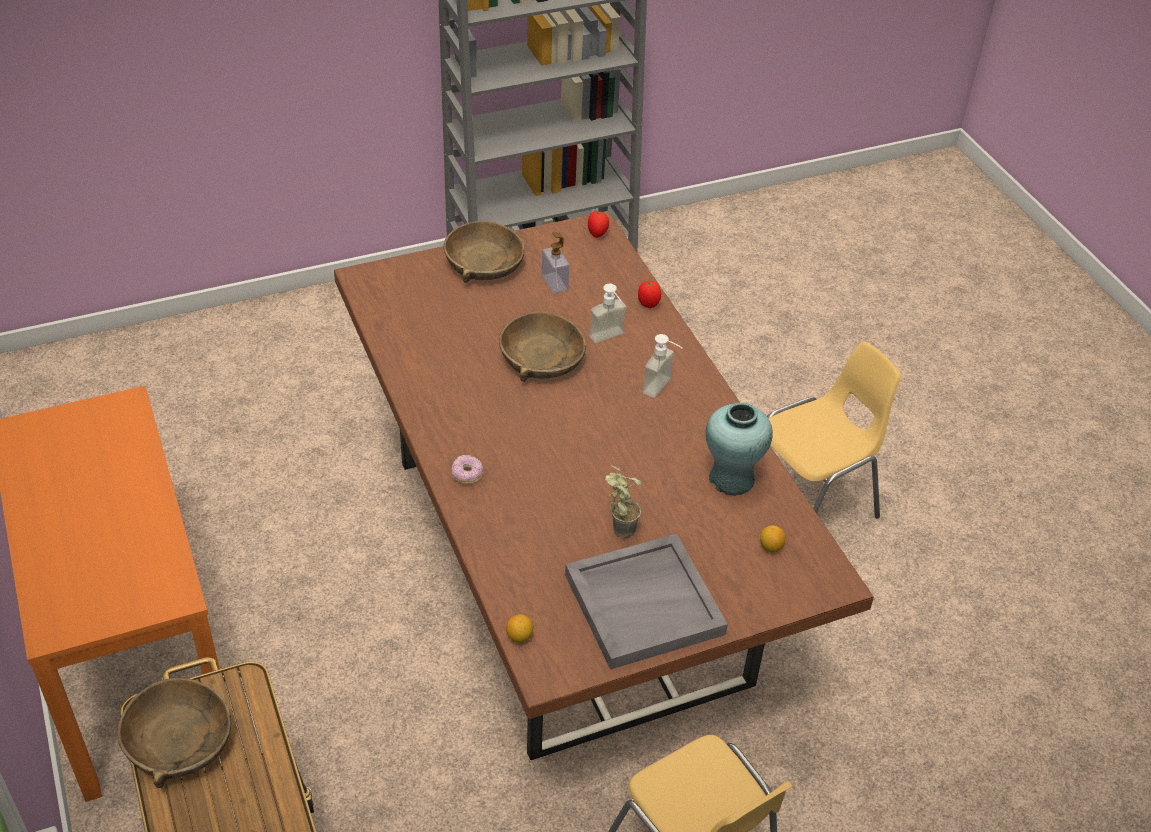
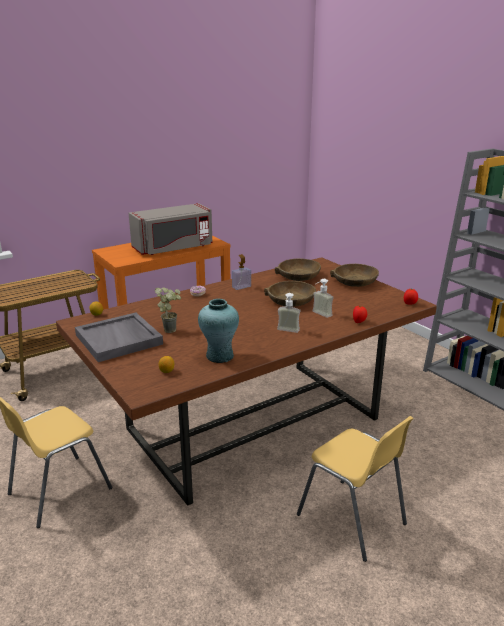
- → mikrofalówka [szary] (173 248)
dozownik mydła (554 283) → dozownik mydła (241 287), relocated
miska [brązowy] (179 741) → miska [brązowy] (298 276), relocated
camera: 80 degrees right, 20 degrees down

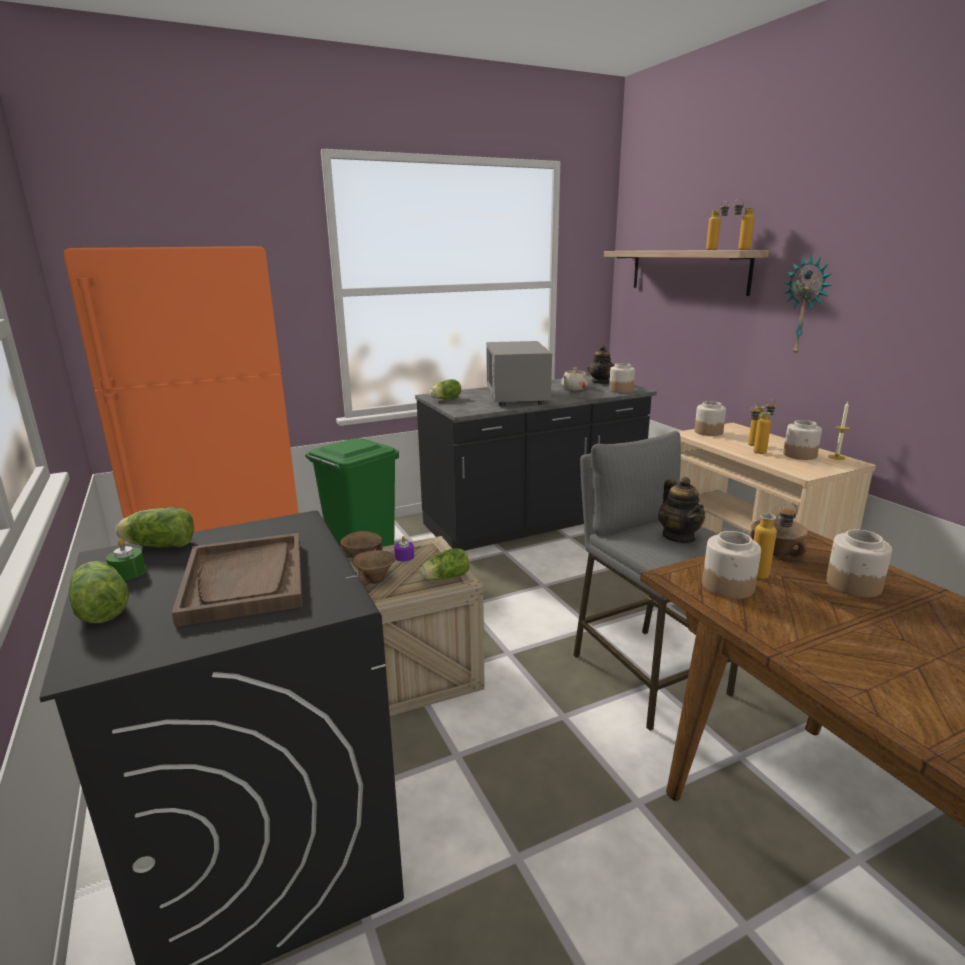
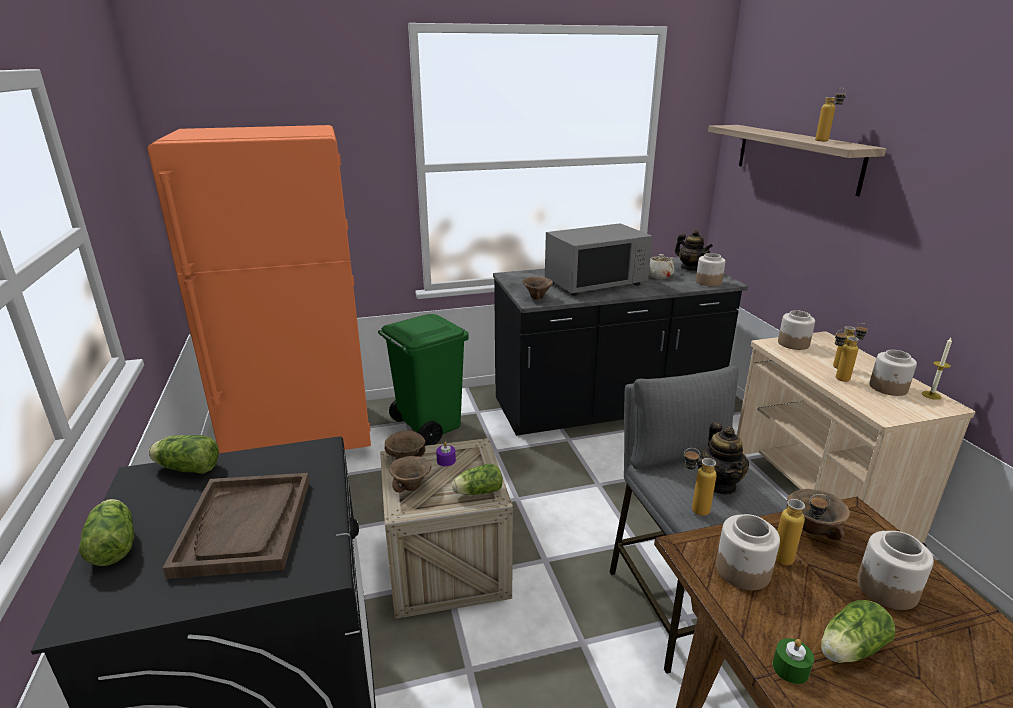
- → miska [brązowy] (536 297)
mikrofalówka [szary] (517 396) → mikrofalówka [szary] (595 283), 120 degrees counterclockwise
imbryk (601 382) → imbryk (690 268), 60 degrees counterclockwise
butelka (739 249) → butelka (692 509), relocated
świeca [zielony] (128 573) → świeca [zielony] (790 668), relocated
sałata (444 399) → sałata (848 649), relocated
zegar ścienny (806 306) → -
camera: 10 degrees right, 5 degrees up

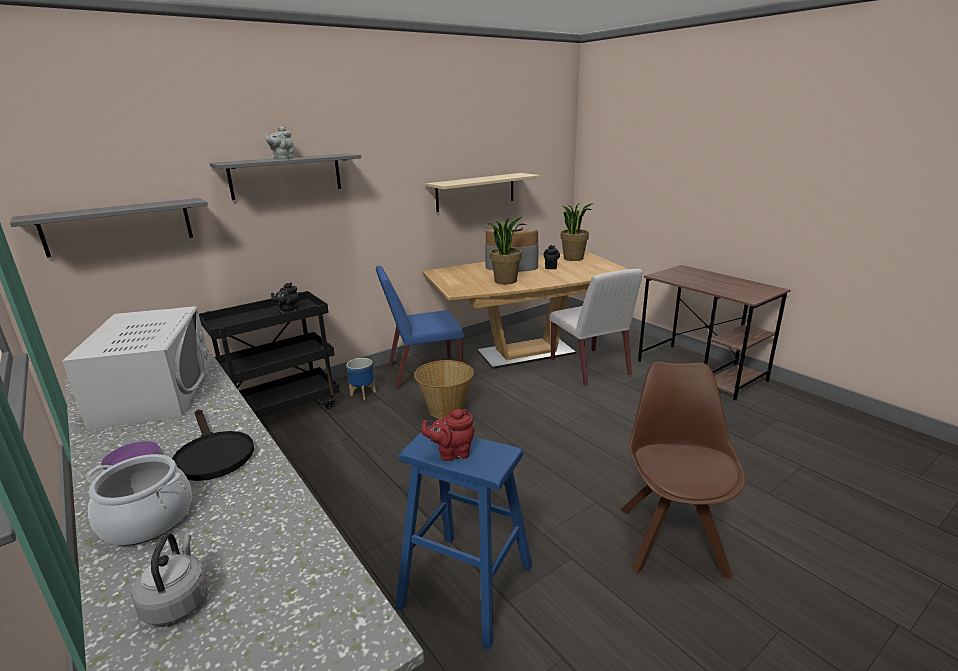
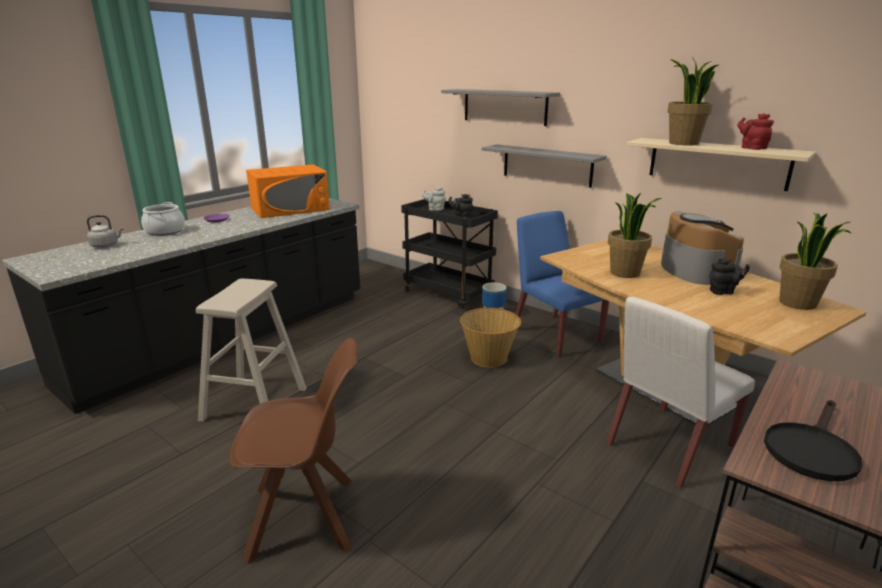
stołek [niebieski] (466 586) → stołek [beżowy] (255 403)
mikrofalówka [biały] (155 391) → mikrofalówka [pomarańczowy] (290 208)
imbryk [szary] (282 158) → imbryk [szary] (435 209), relocated
półka [szary] (119 226) → półka [szary] (547 165), relocated
- → roślina doniczkowa (683 143)
imbryk [czerwony] (452 453) → imbryk [czerwony] (751 148), relocated
patelnia [czarny] (212 454) → patelnia [czarny] (811 449), relocated
camera: 75 degrees right, 0 degrees up

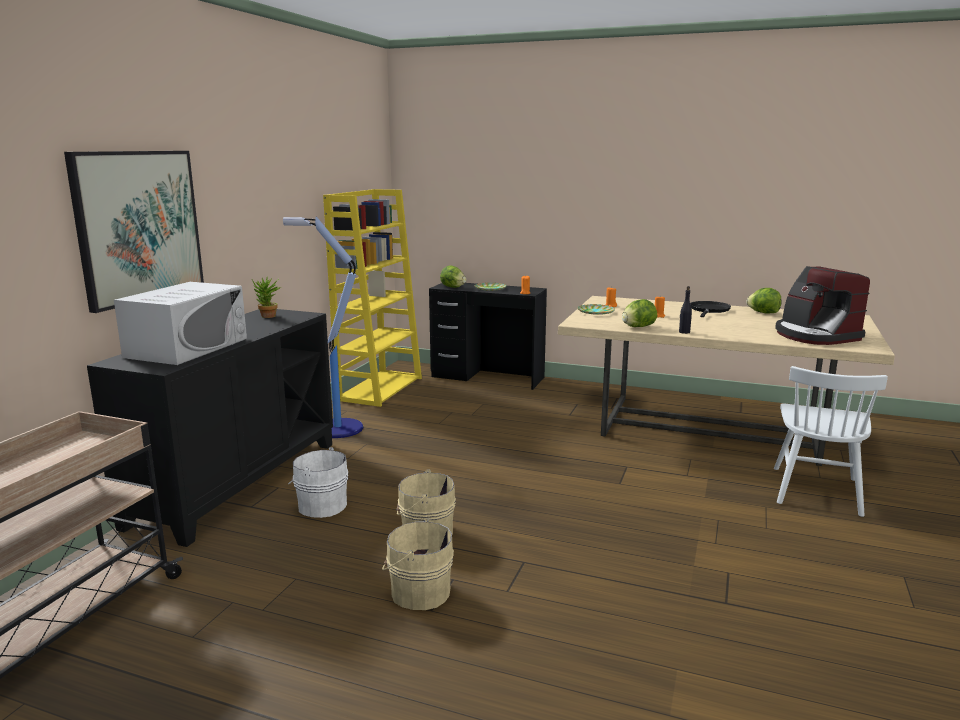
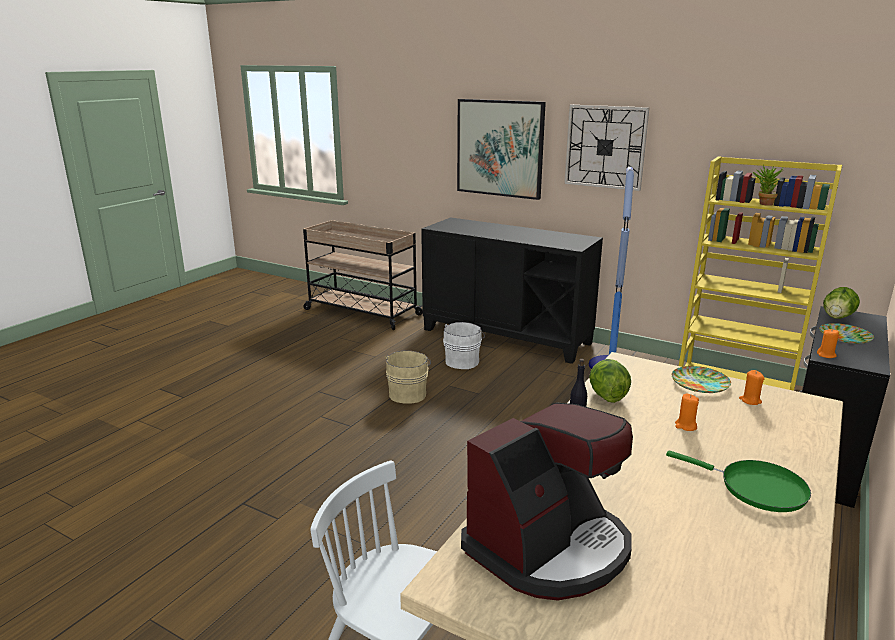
ekspres do kawy (815 335) → ekspres do kawy (549 547), 150 degrees clockwise
- → zegar ścienny (605 147)
patelnia [czarny] (709 310) → patelnia [zielony] (756 488)
roślina doniczkowa (268 317) → roślina doniczkowa (763 204), relocated
mikrofalówka [biały] (187 348) → -
wiadro [beżowy] (418 592) → -
sałata (763 313) → -
camera: 100 degrees right, 5 degrees up

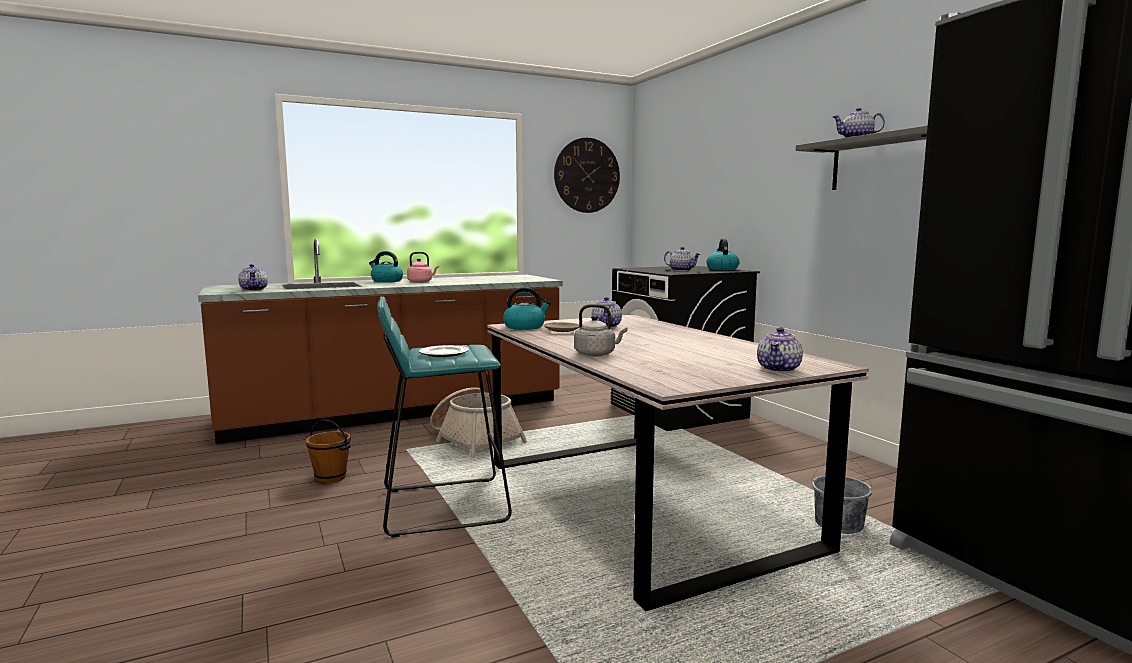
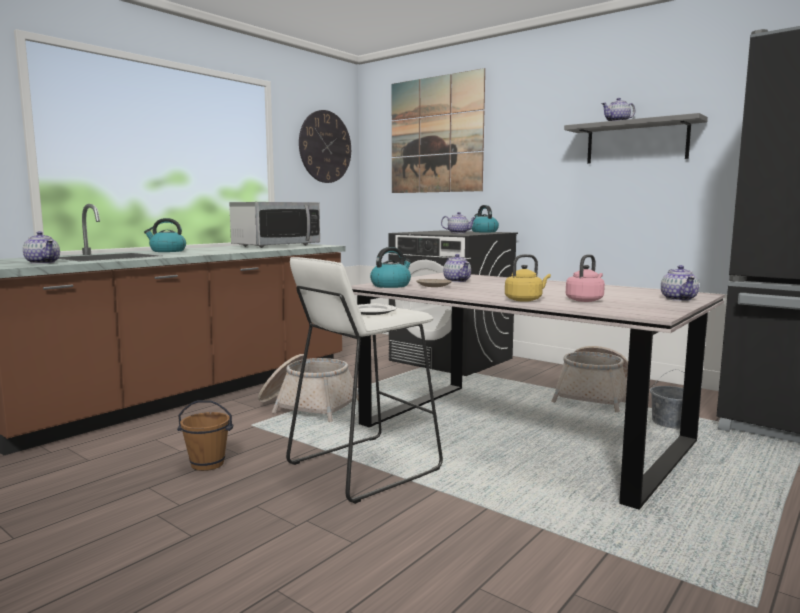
- → mikrofalówka (276 245)
stołek [turkusowy] (443 506) → stołek [biały] (362 467)
- → obraz (436 135)
czajnik [szary] (597 354) → czajnik [żółty] (525 300)
- → koszyk (594 396)
czajnik [różowy] (421 282) → czajnik [różowy] (585 300), relocated
camera: 25 degrees left, 0 degrees up

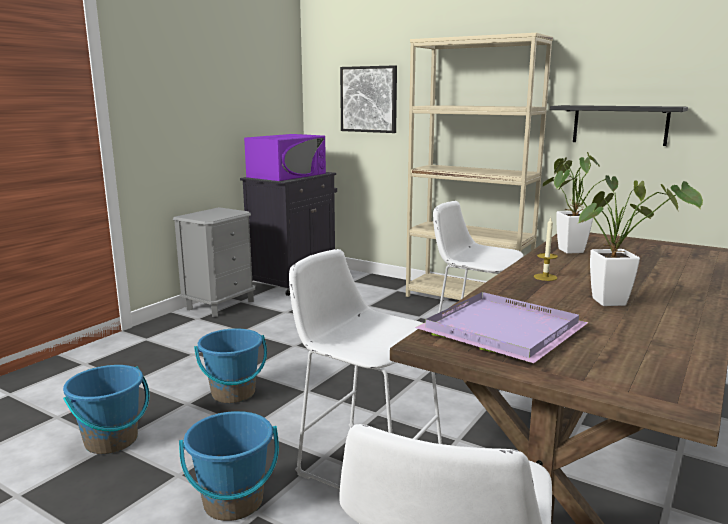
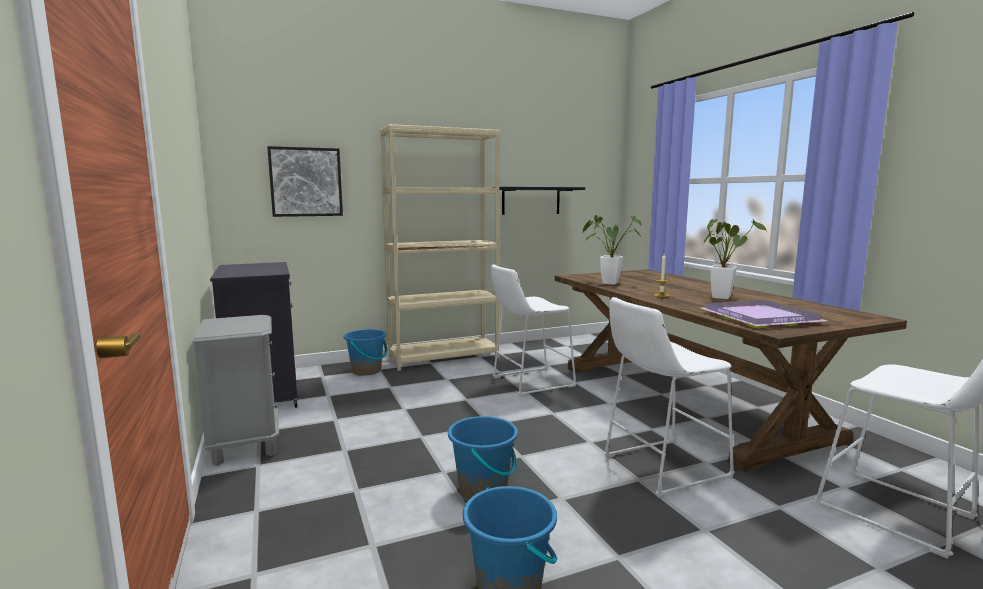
wiadro [niebieski] (233 502) → wiadro [niebieski] (366 371), relocated
mikrofalówka [fioletowy] (287 175) → -
camera: 55 degrees left, 5 degrees down

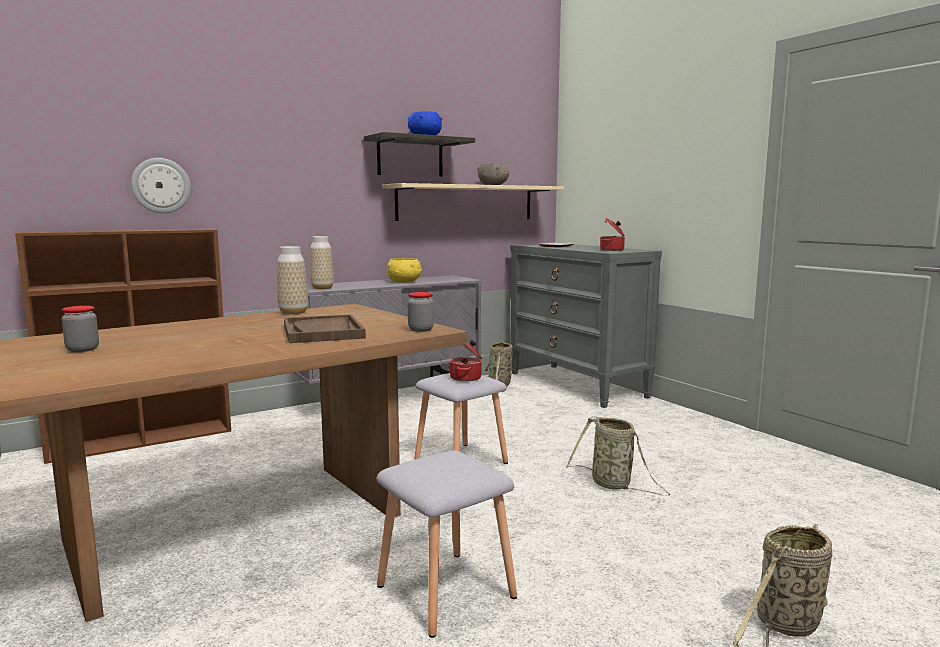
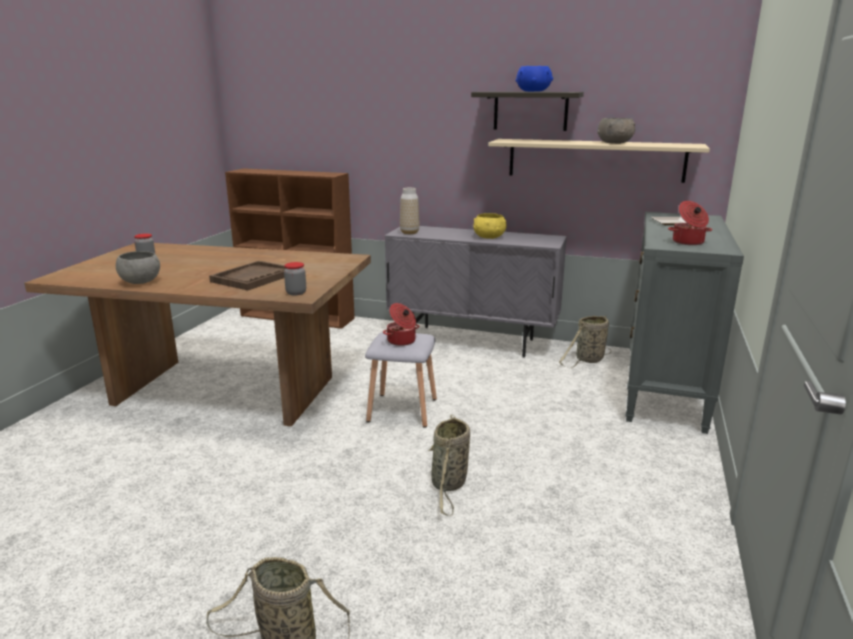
- → miska [szary] (141 282)
zegar ścienny (161 185) → -
wazon (293 313) → -
stołek [szary] (444 592) → -
camera: 50 degrees right, 10 degrees up

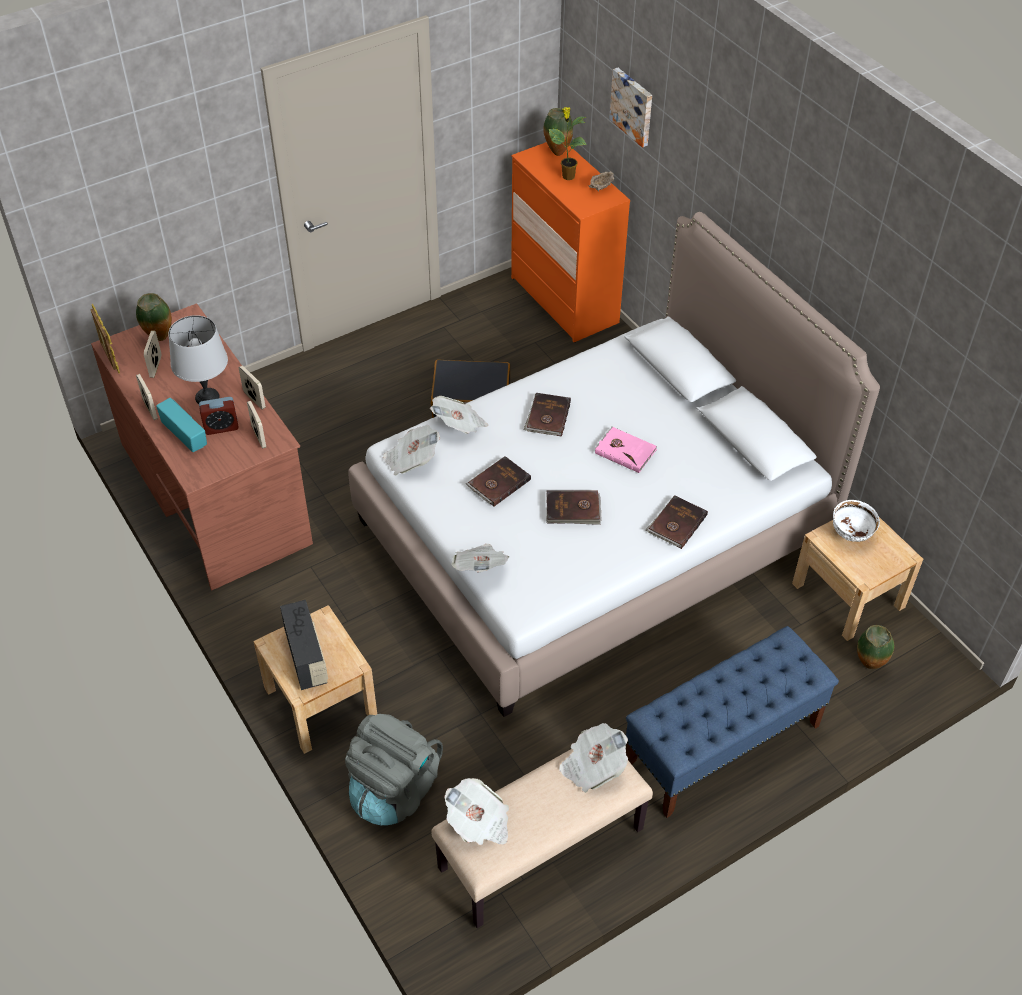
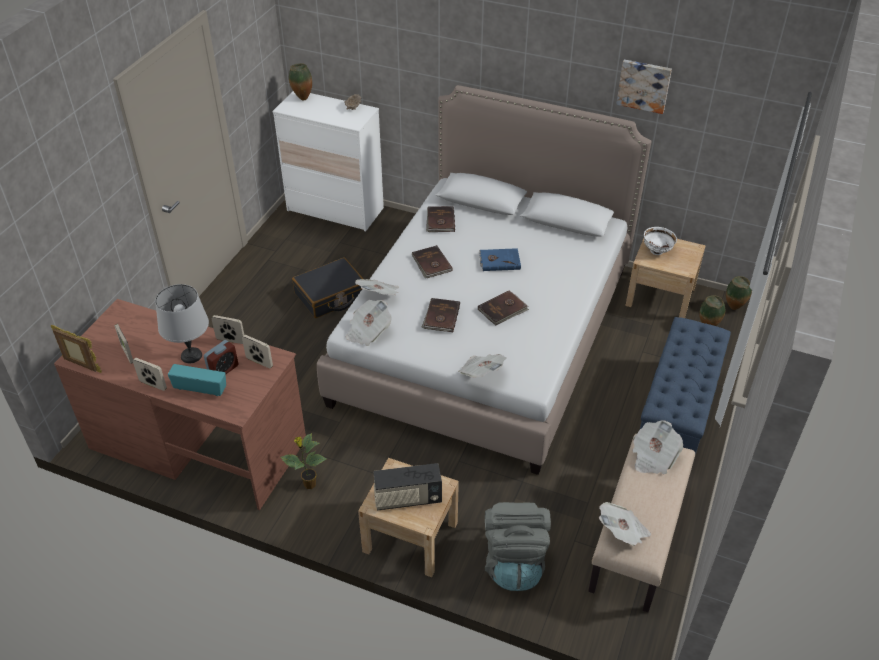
komoda [pomarańczowy] (564 300) → komoda [biały] (335 210)
roślina doniczkowa (567 176) → roślina doniczkowa (309 485), relocated
radio (307 657) → radio (407 499), 135 degrees clockwise
książka [brązowy] (676 524) → książka [brązowy] (440 221), relocated
książka [różowy] (625 451) → książka [niebieski] (499 261)
obraz (633 106) → obraz (644 85), relocated
wazon (160 339) → wazon (734 308), relocated
camera: 35 degrees left, 5 degrees down

